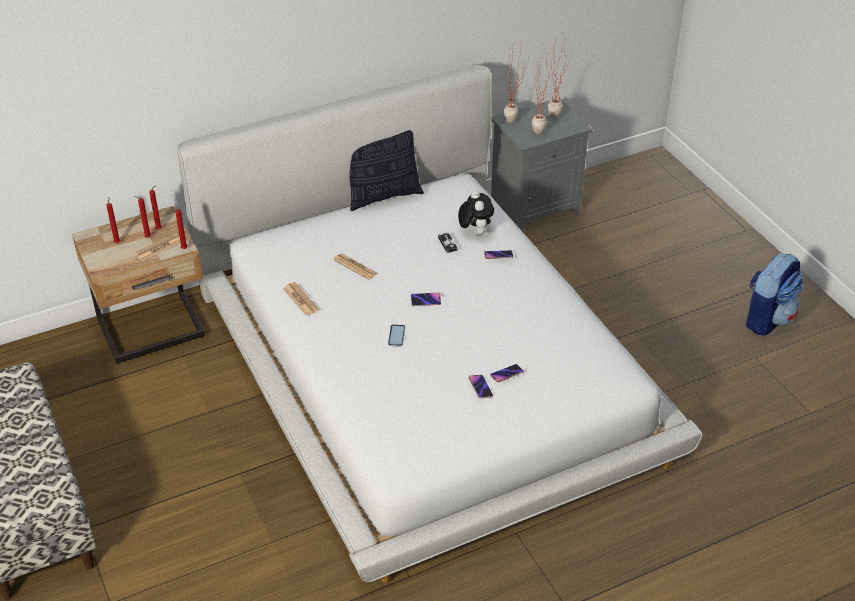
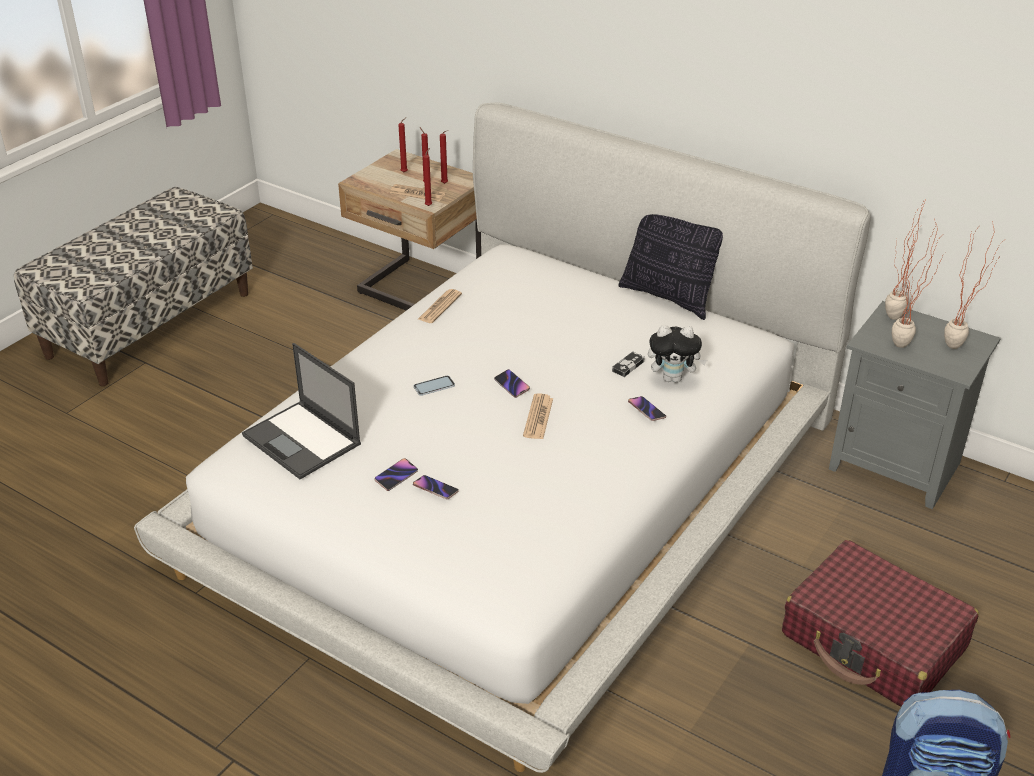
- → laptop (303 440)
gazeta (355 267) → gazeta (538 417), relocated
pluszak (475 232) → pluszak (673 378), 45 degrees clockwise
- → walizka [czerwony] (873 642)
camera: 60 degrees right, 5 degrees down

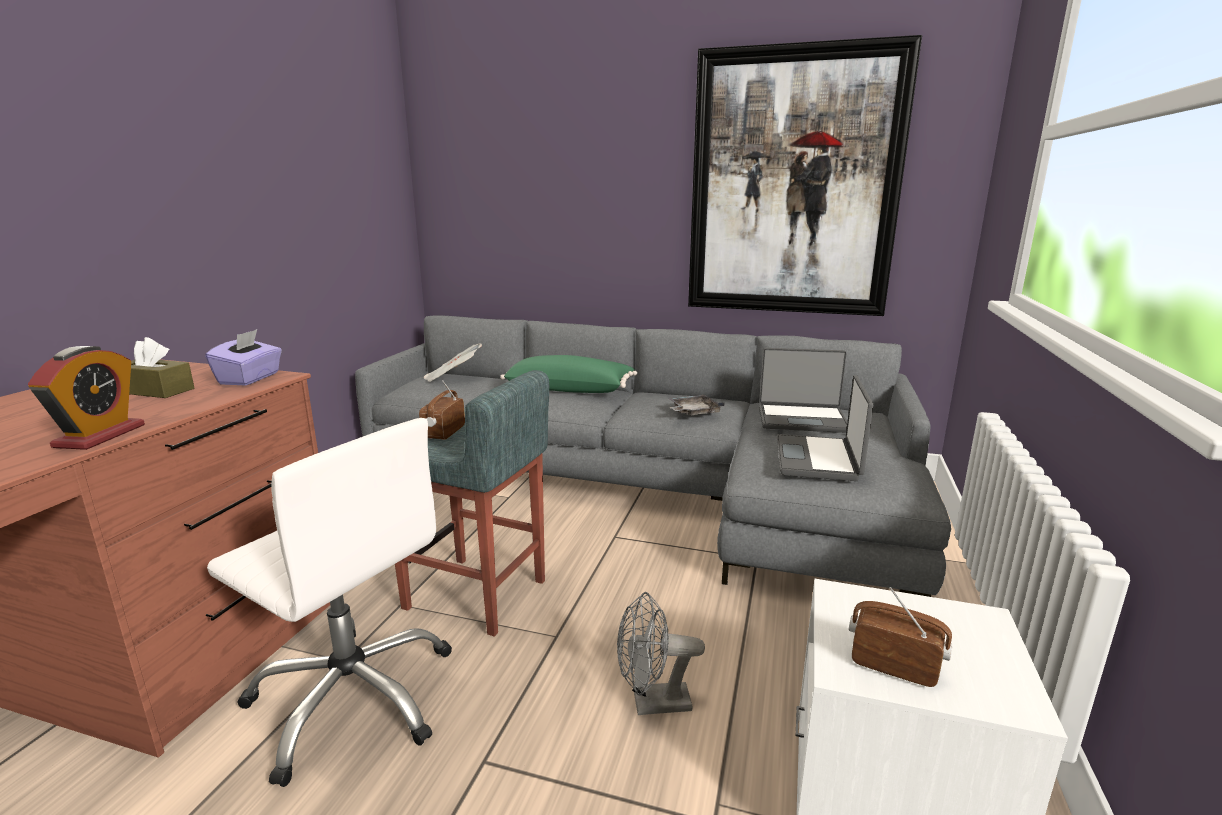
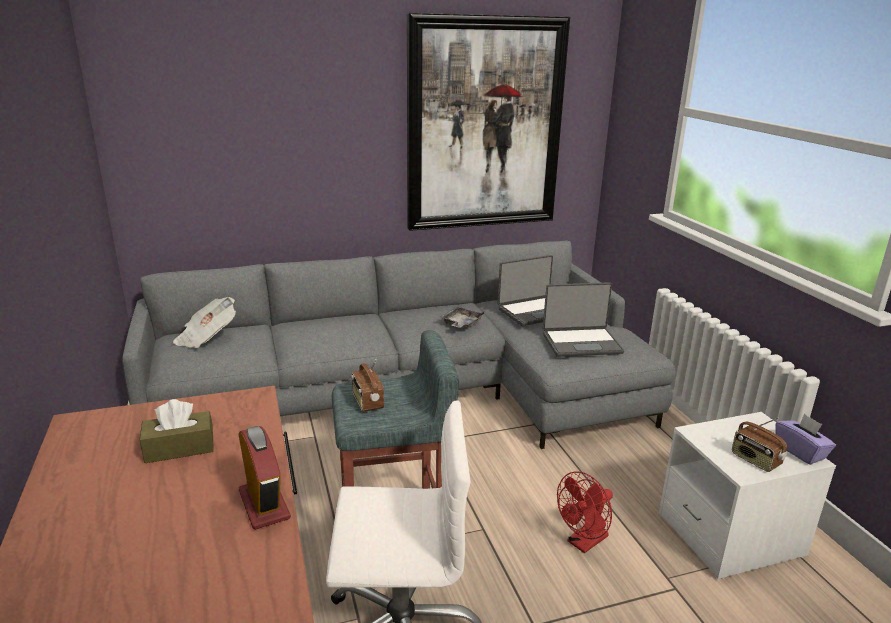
laptop (818 459) → laptop (581 343), 75 degrees counterclockwise
wentylator [szary] (652 703) → wentylator [czerwony] (583 543)
radio (894 664) → radio (755 460), 120 degrees counterclockwise
pudełko chusteczek [fioletowy] (250 378) → pudełko chusteczek [fioletowy] (800 452), relocated
poduszka [zielony] (570 389) → -
camera: 35 degrees left, 5 degrees up

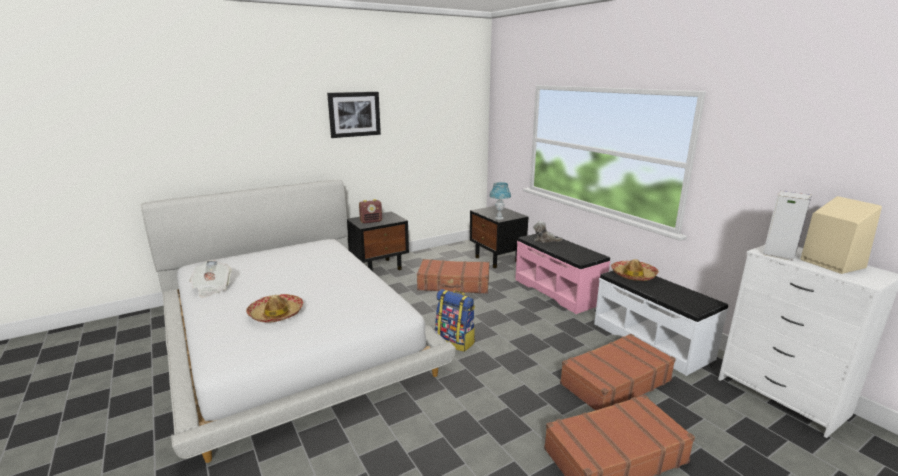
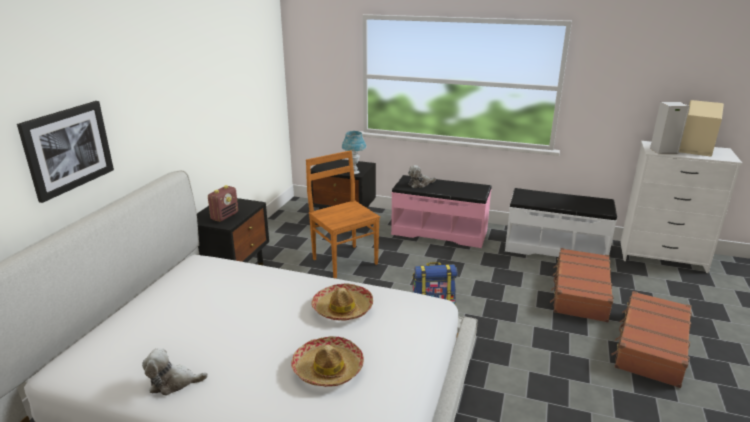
obraz (354 114) → obraz (68 149), relocated
gazeta (212 288) → pluszak (173 383)
walizka [brązowy] (454 284) → krzesło [brązowy] (344 260)
kapelusz (633 275) → kapelusz (342 309), relocated
camera: 40 degrees left, 5 degrees up

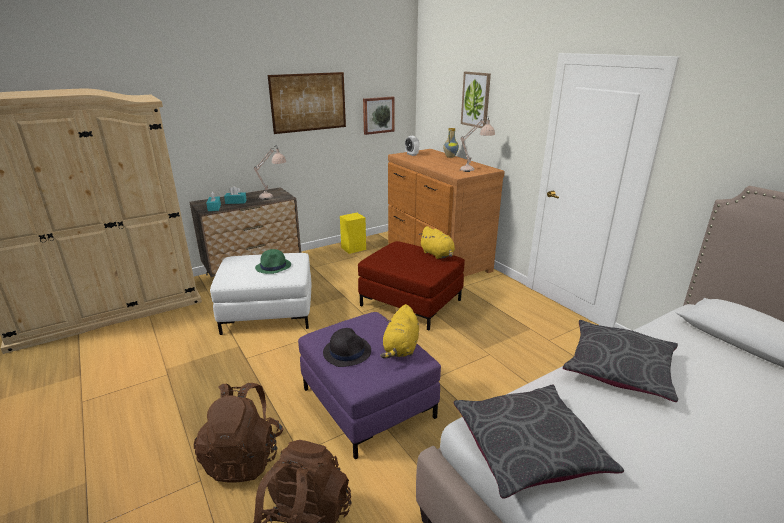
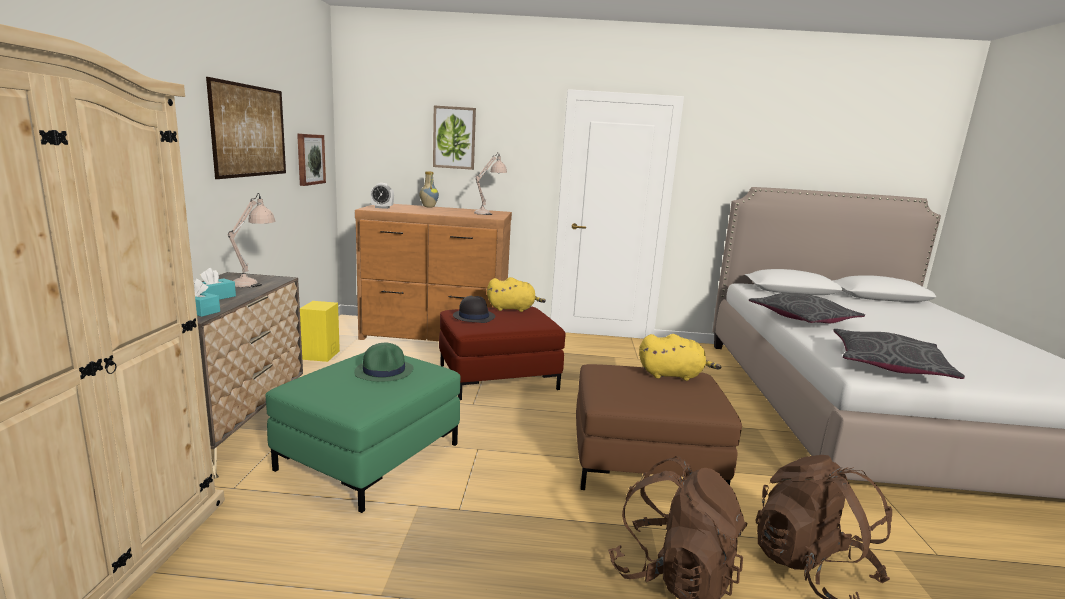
pufa [biały] (269 312) → pufa [zielony] (370 456)
kapelusz [czarny] (347 351) → kapelusz [czarny] (473 316), relocated
pufa [fioletowy] (369 403) → pufa [brązowy] (645 462)
pluszak [żółty] (401 348) → pluszak [żółty] (673 375), 45 degrees counterclockwise
camera: 55 degrees left, 10 degrees down

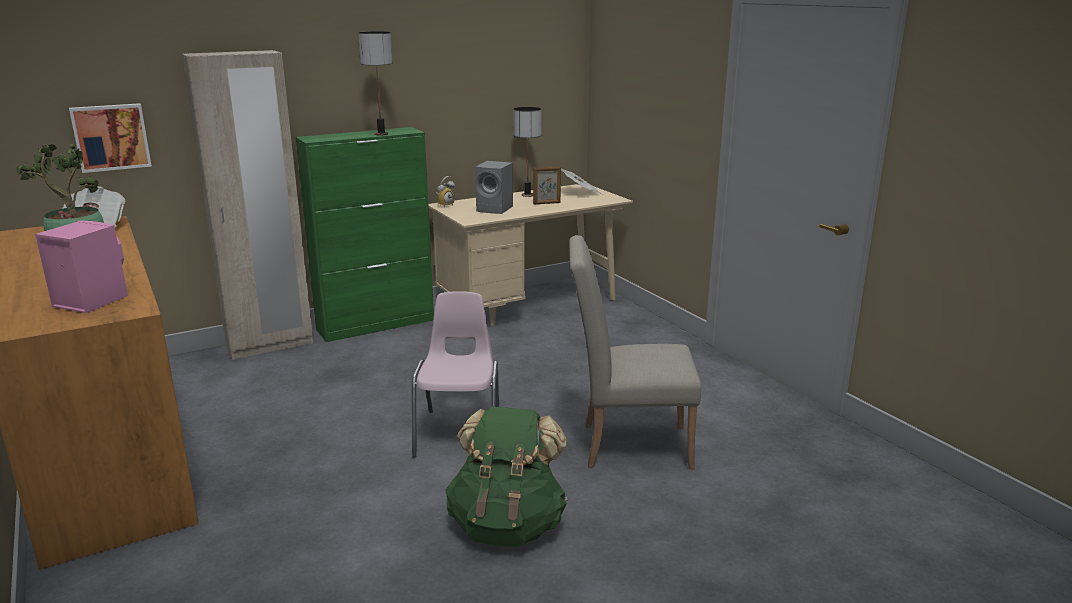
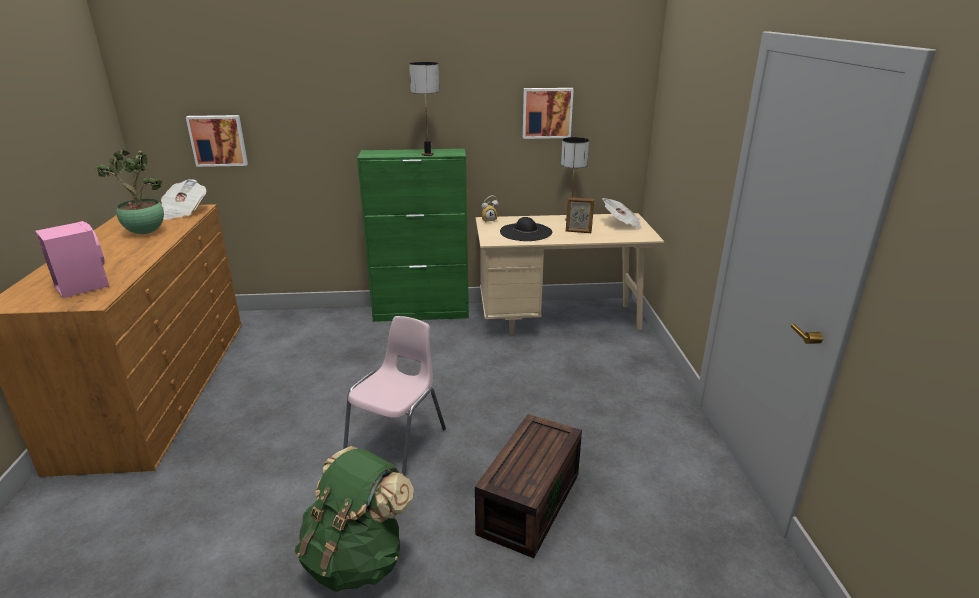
krzesło [beżowy] (626 444) → pojemnik do przechowywania [brązowy] (528 501)
głośnik [szary] (495 209) → kapelusz [czarny] (526 232)
- → obraz (547 113)
szafa [beżowy] (270 346) → -
camera: 25 degrees right, 5 degrees up

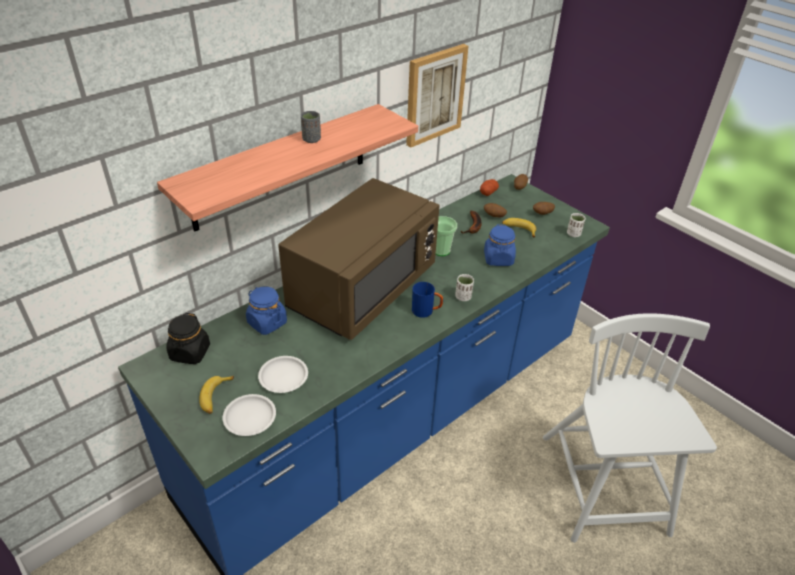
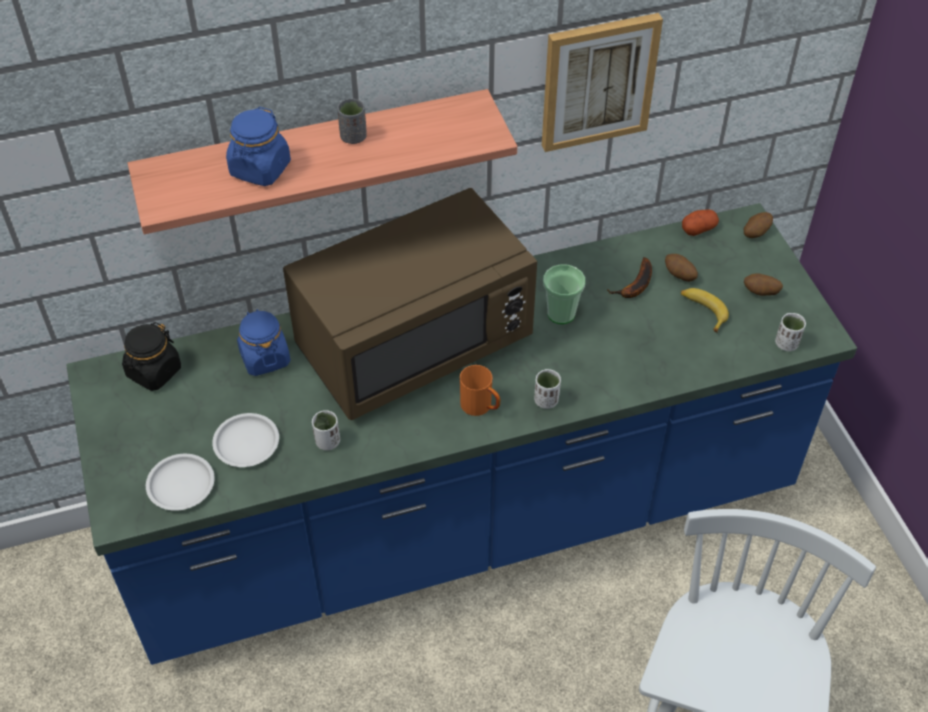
słoik [niebieski] (498 259) → słoik [niebieski] (260 169), relocated
- → filiżanka [biały] (327 442)
kubek [niebieski] (426 311) → kubek [pomarańczowy] (481 407)
banan (215 397) → -
camera: 25 degrees right, 10 degrees up

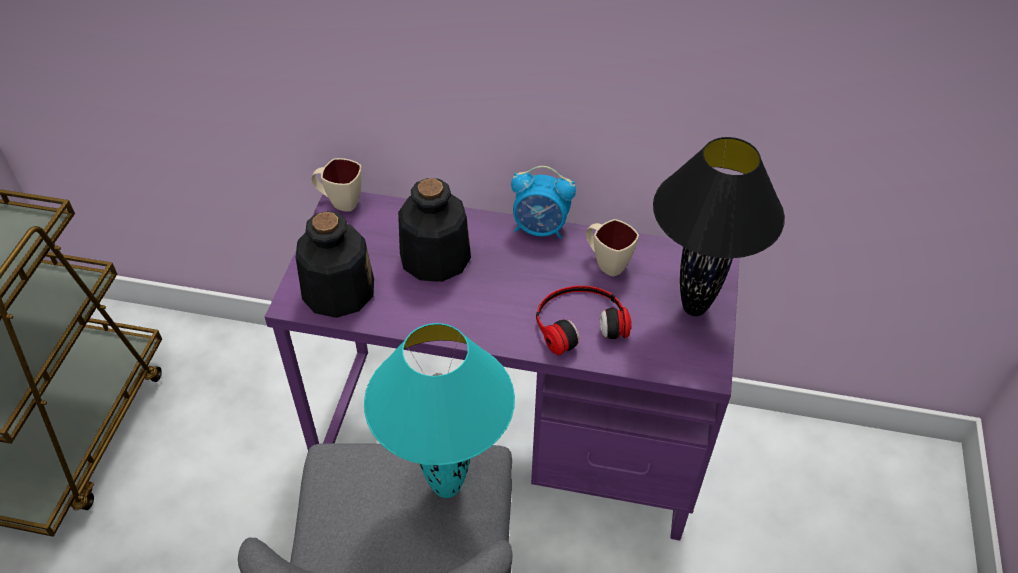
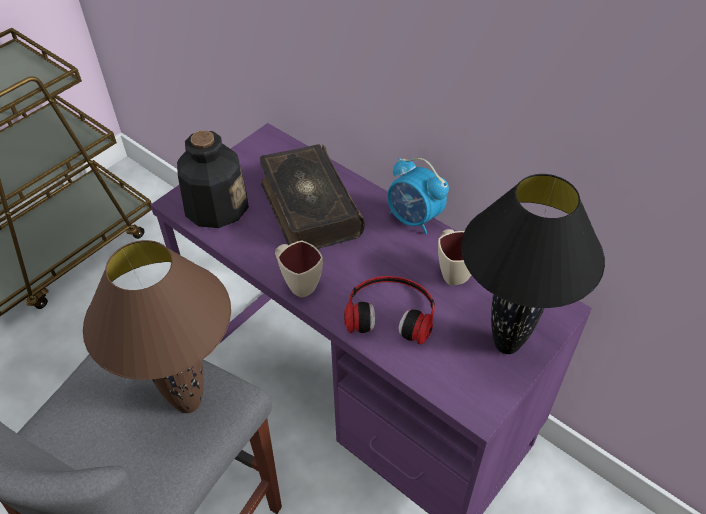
lampa stołowa [turkusowy] (445 487) → lampa stołowa [brązowy] (187 402)
butelka (434 257) → książka (308 209)
kubek [beżowy] (339 202) → kubek [beżowy] (297 283), relocated
camera: 30 degrees right, 0 degrees up

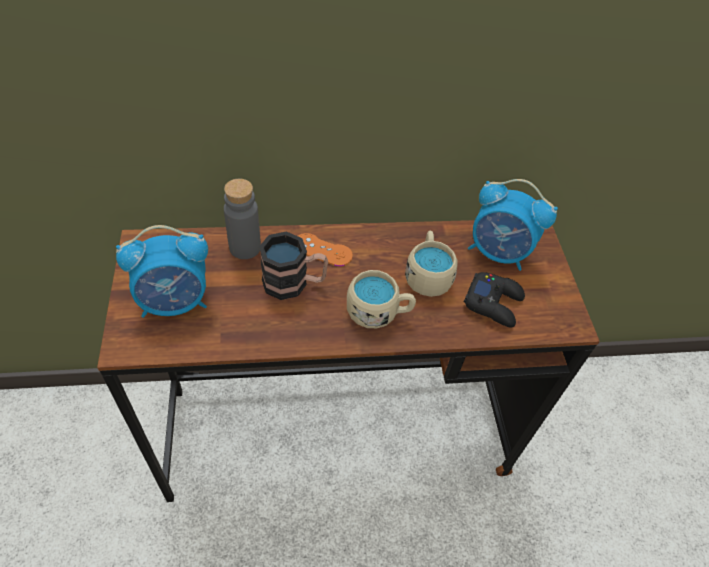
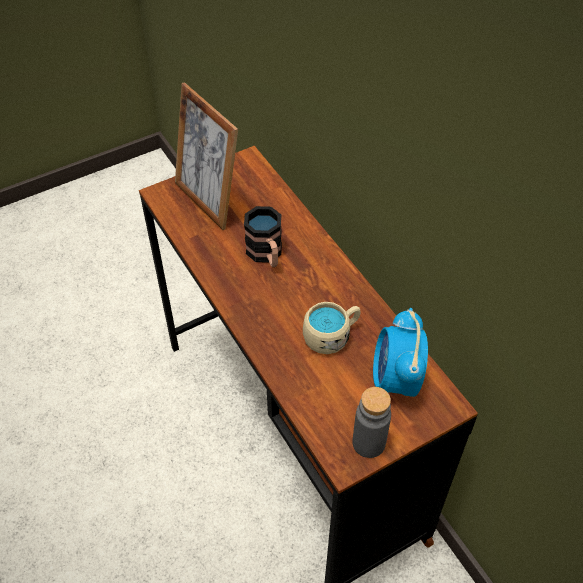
budzik (175 302) → ramka na zdjęcie (208 200)
butelka [szary] (245 247) → butelka [szary] (368 443), relocated
pad do gier [pomarańczowy] (322 250) → -
kubek [beżowy] (378 312) → -
pad do gier [czarny] (494 303) → -
camera: 70 degrees right, 0 degrees up

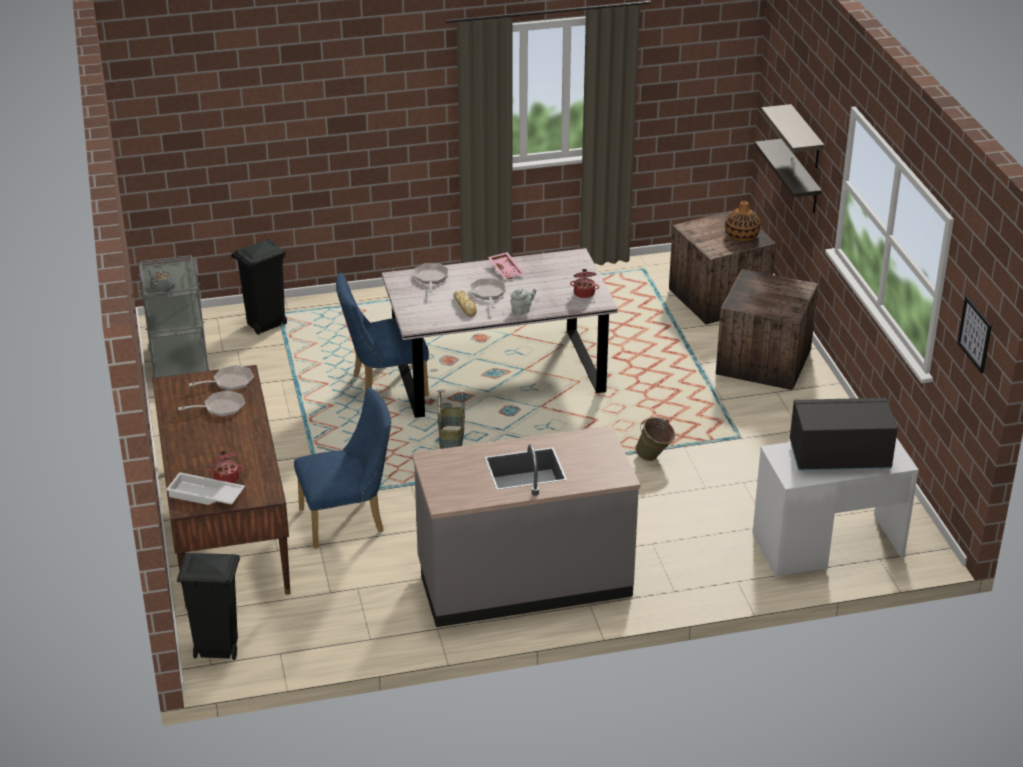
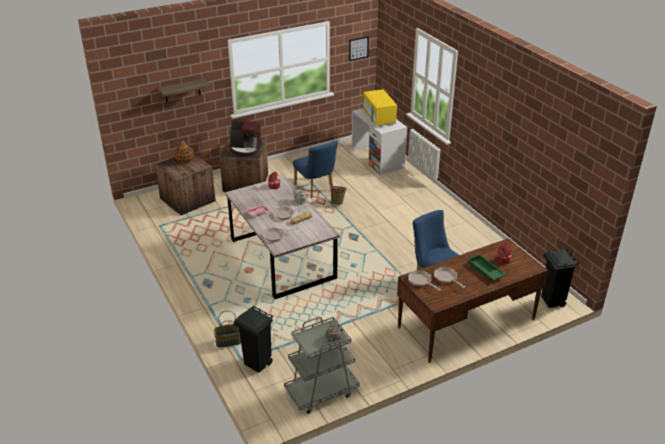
koszyk (451 438) → koszyk (228 342), relocated
- → ekspres do kawy (245 149)
krzesło [niebieski] (384 386) → krzesło [niebieski] (316 189), relocated
mikrofalówka [czarny] (839 457) → mikrofalówka [żółty] (379 118)
- → taca [zielony] (485 270)
taca [biały] (205 496) → -
zabudowa kuchenna [szary] (524 580) → -
półka (800 177) → -
camera: 105 degrees left, 0 degrees up

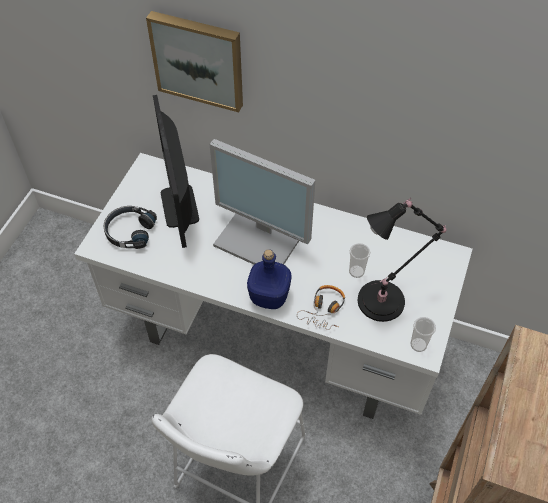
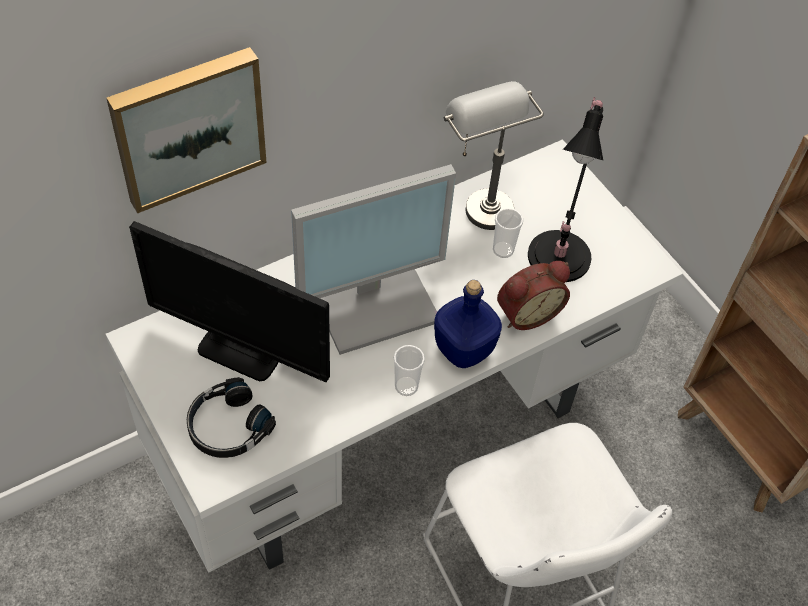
filiżanka (418 345) → filiżanka (406 386), relocated
- → lampa stołowa [szary] (479 199)
słuchawki (324 310) → budzik (526 312)
camera: 55 degrees left, 0 degrees up

